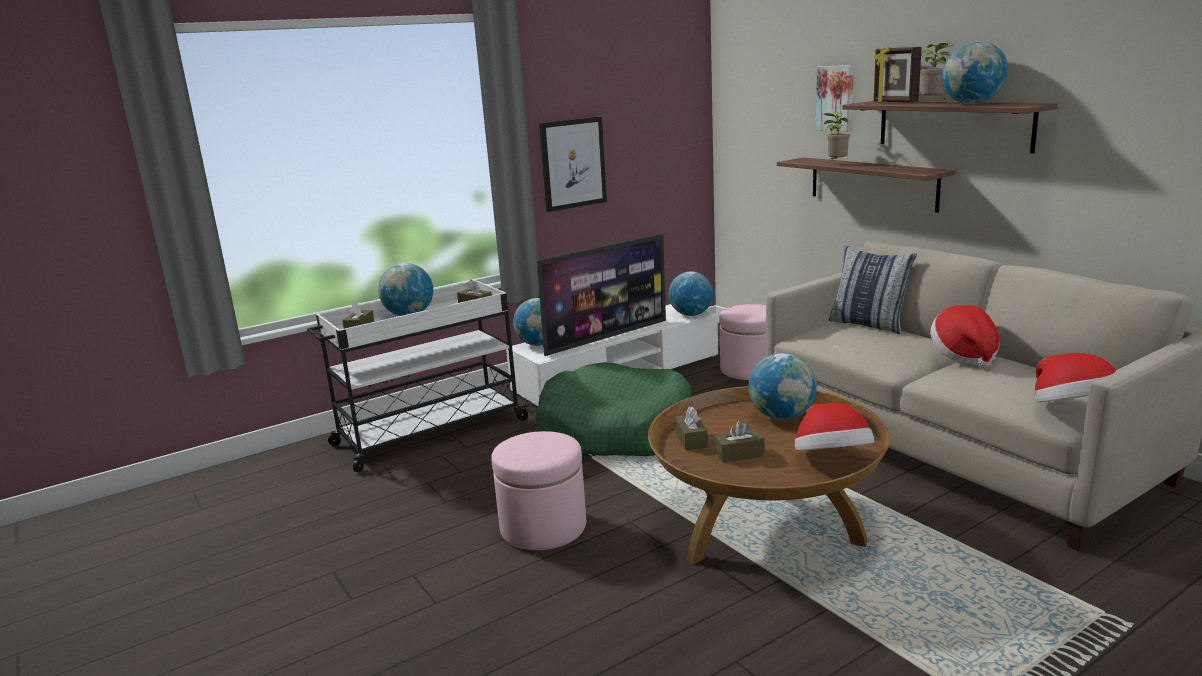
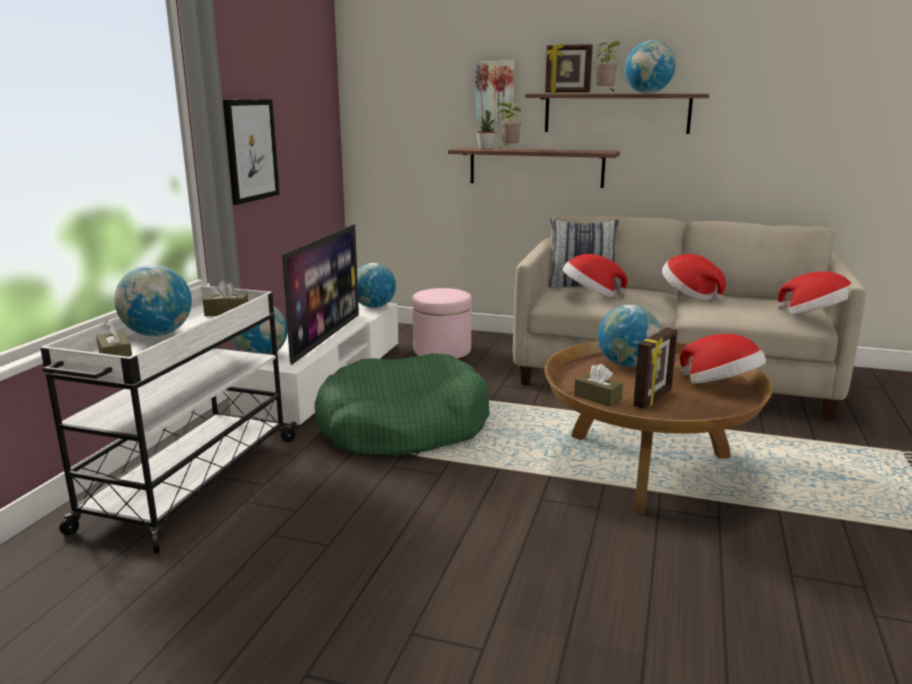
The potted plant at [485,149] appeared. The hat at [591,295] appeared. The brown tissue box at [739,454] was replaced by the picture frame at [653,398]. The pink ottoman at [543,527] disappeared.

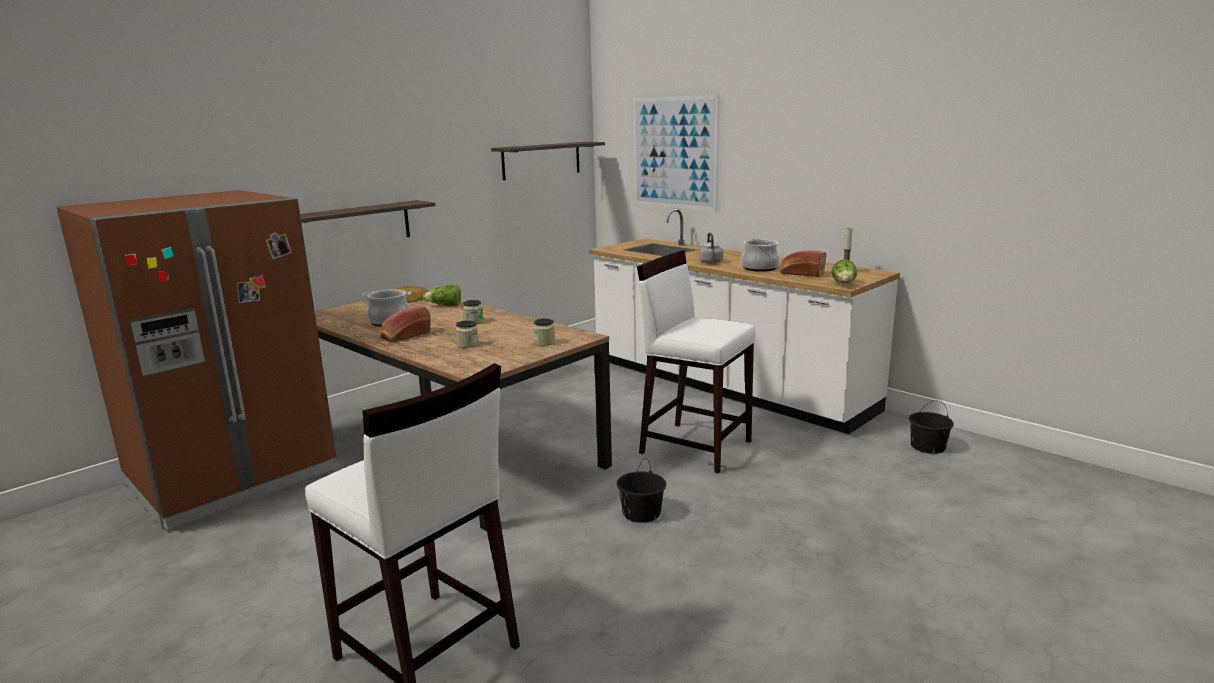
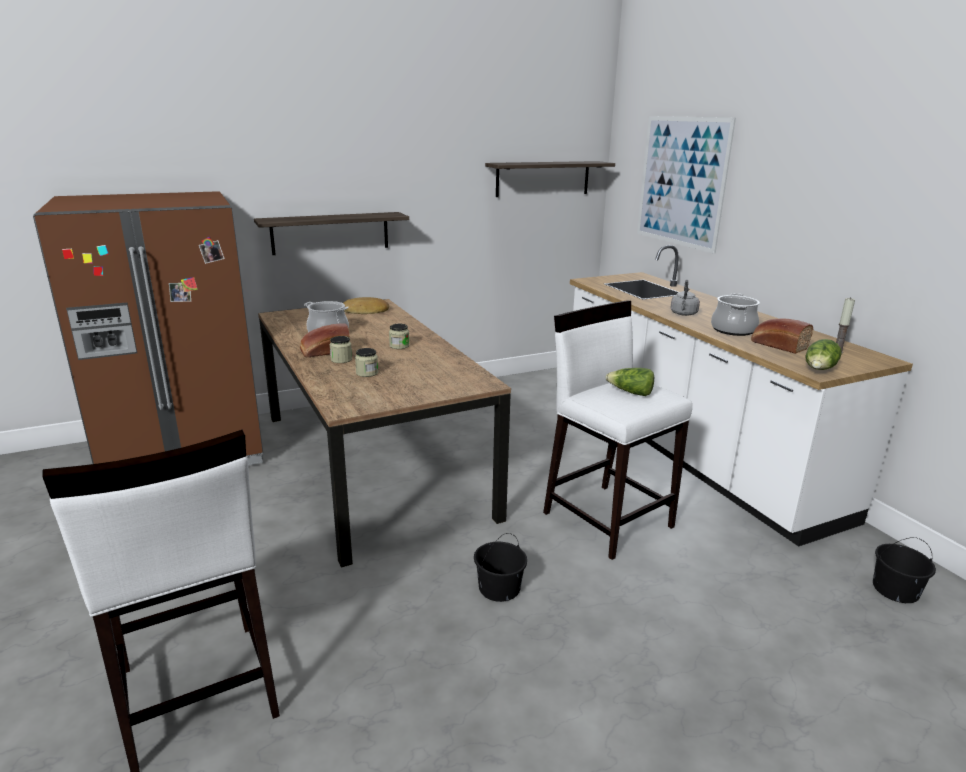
The jar moved from [544,342] to [341,360]. The lettuce moved from [445,306] to [631,393].

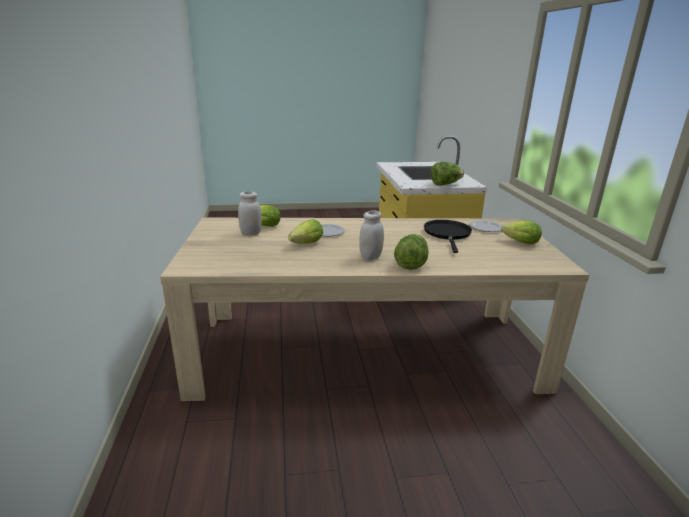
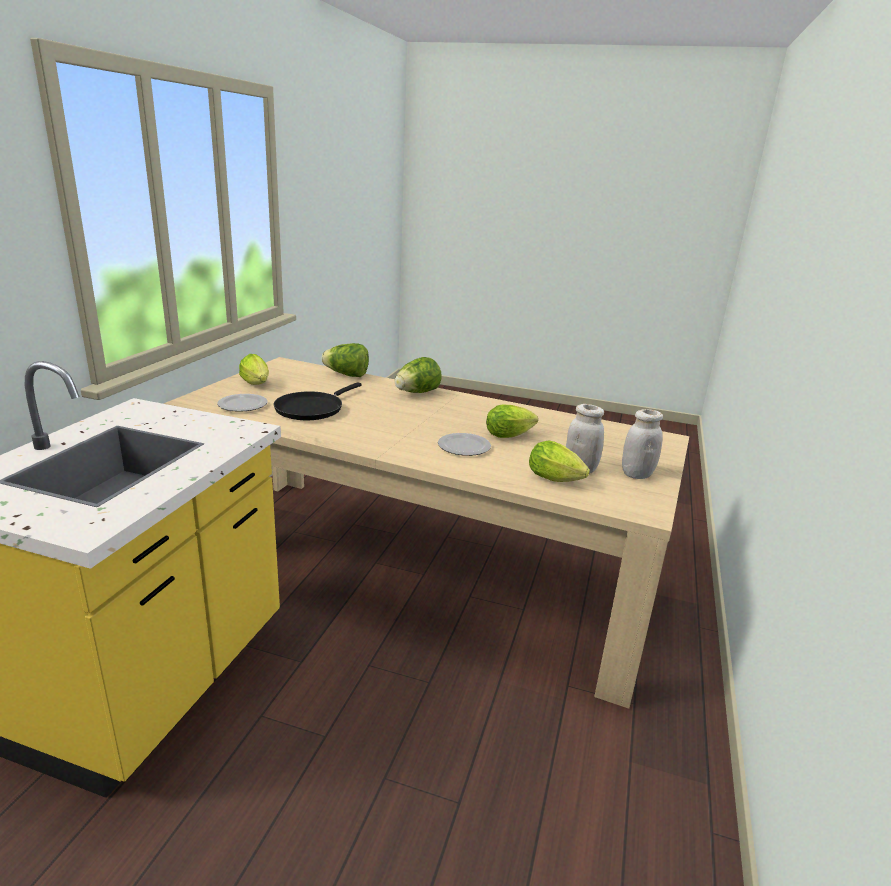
The lettuce moved from [445,184] to [347,375]. The white jar moved from [370,257] to [636,474].

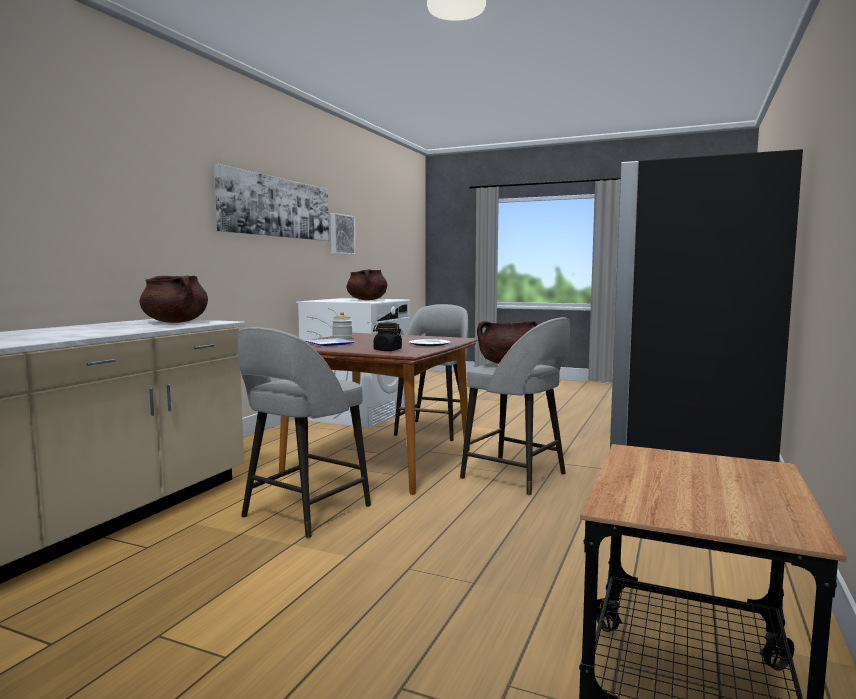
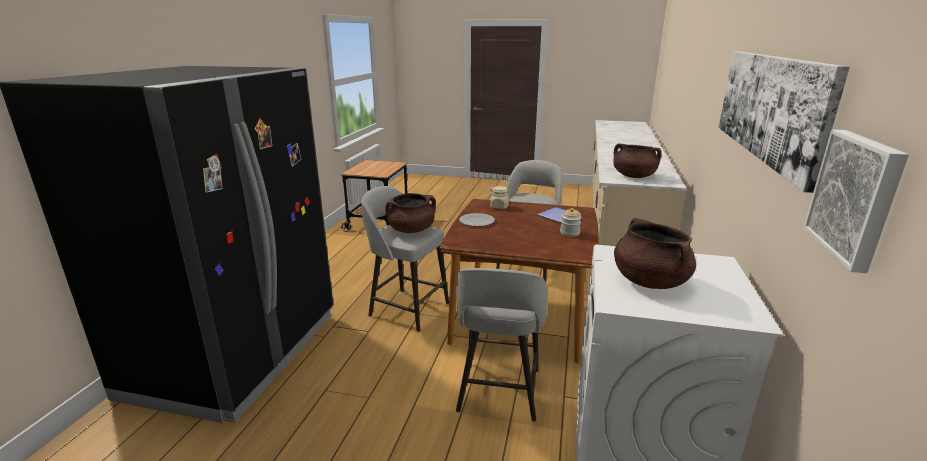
The black jar at [387,350] became the beige jar at [499,206].

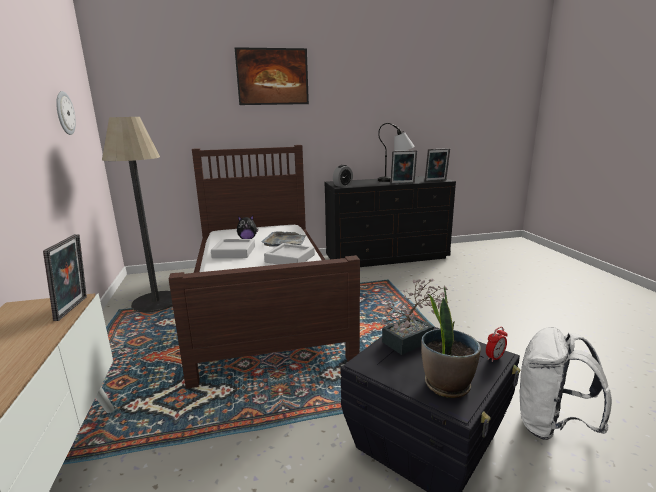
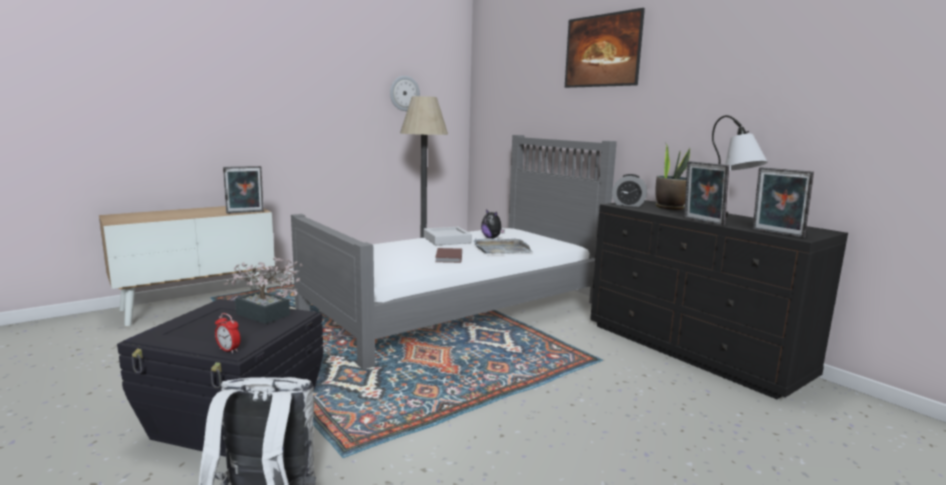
The brown bed at [264,303] became the grey bed at [457,308]. The grey tray at [290,258] was replaced by the brown book at [448,257]. The potted plant moved from [446,384] to [670,208].

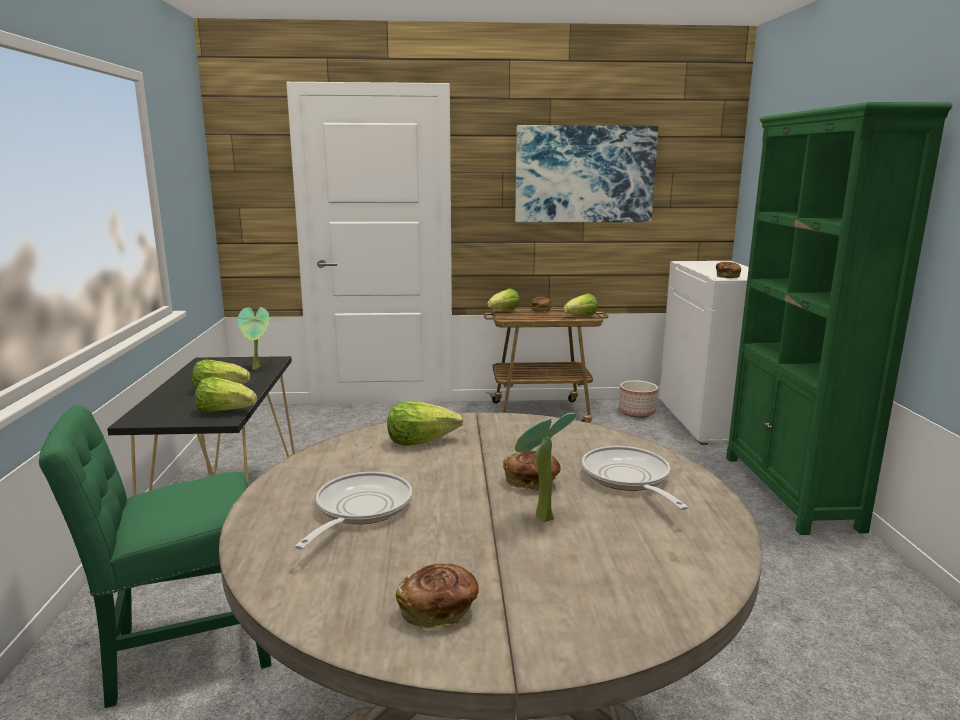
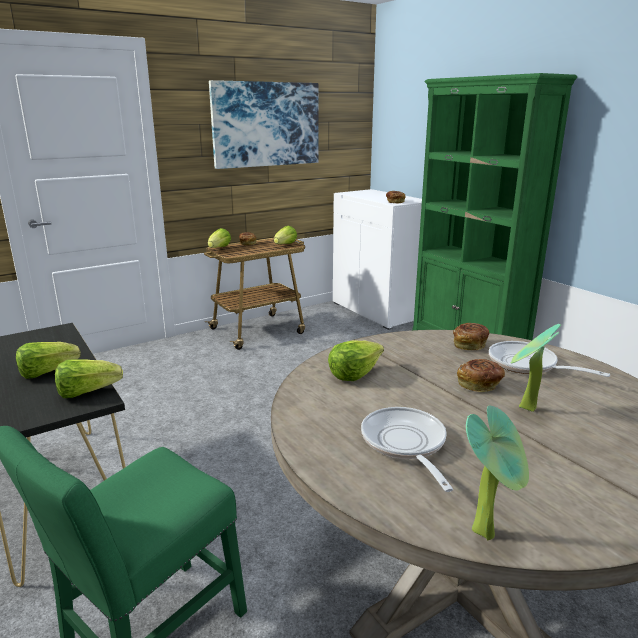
The bread moved from [439,611] to [470,345]. The potted plant moved from [257,368] to [488,532]. The planter at [637,412] disappeared.

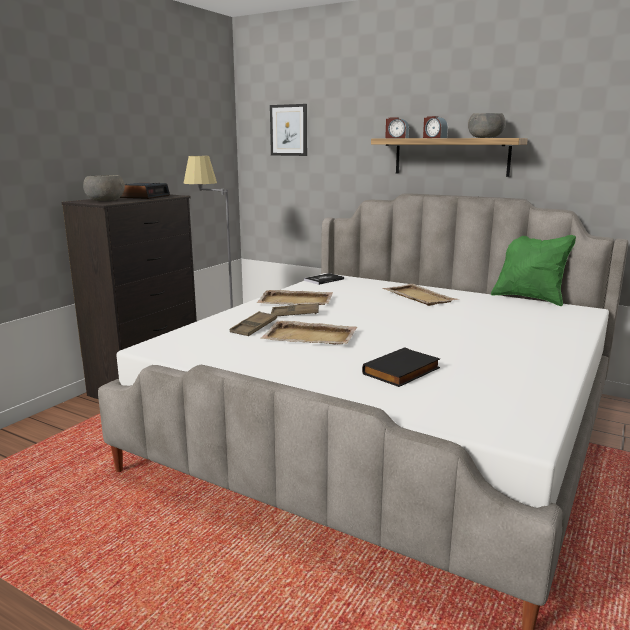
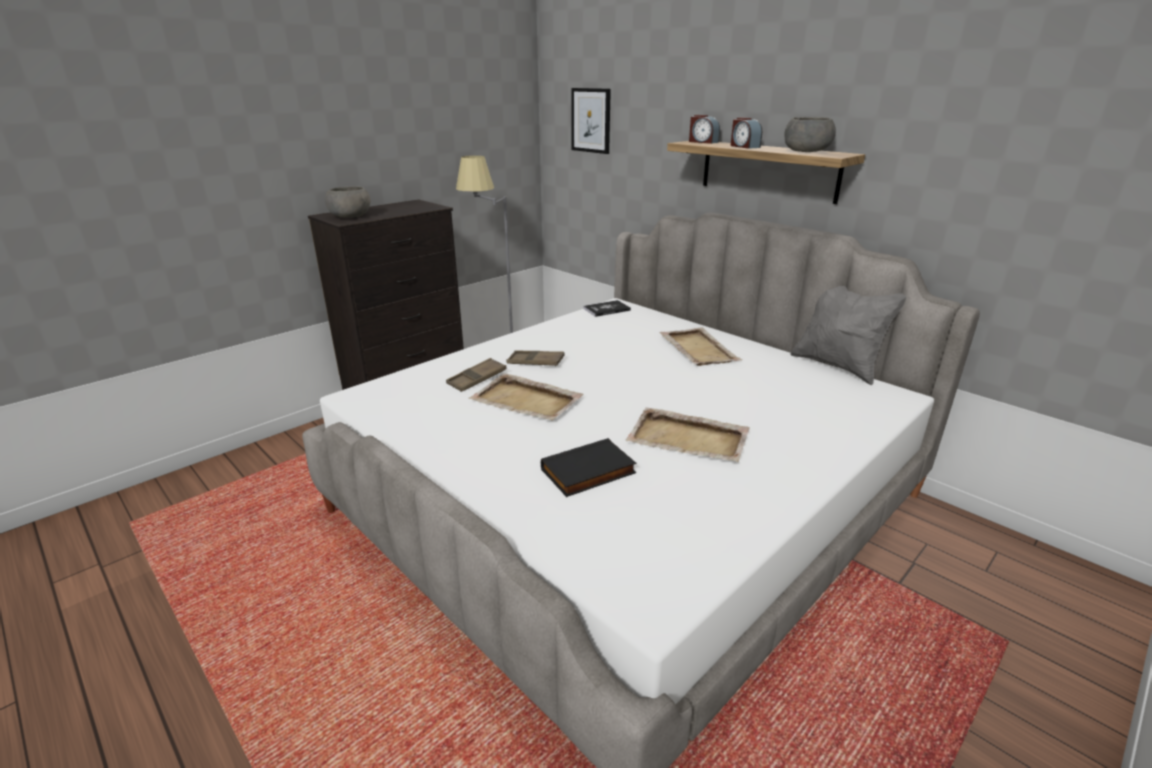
The beige tray moved from [296,301] to [689,439]. The green pillow at [529,298] became the grey pillow at [837,366]. The alarm clock at [144,196] disappeared.

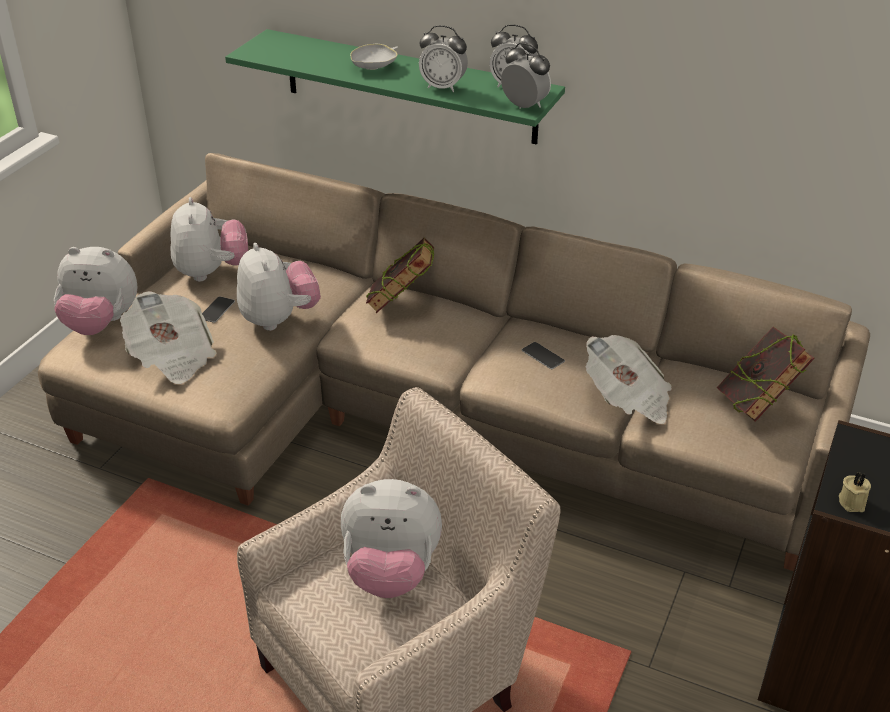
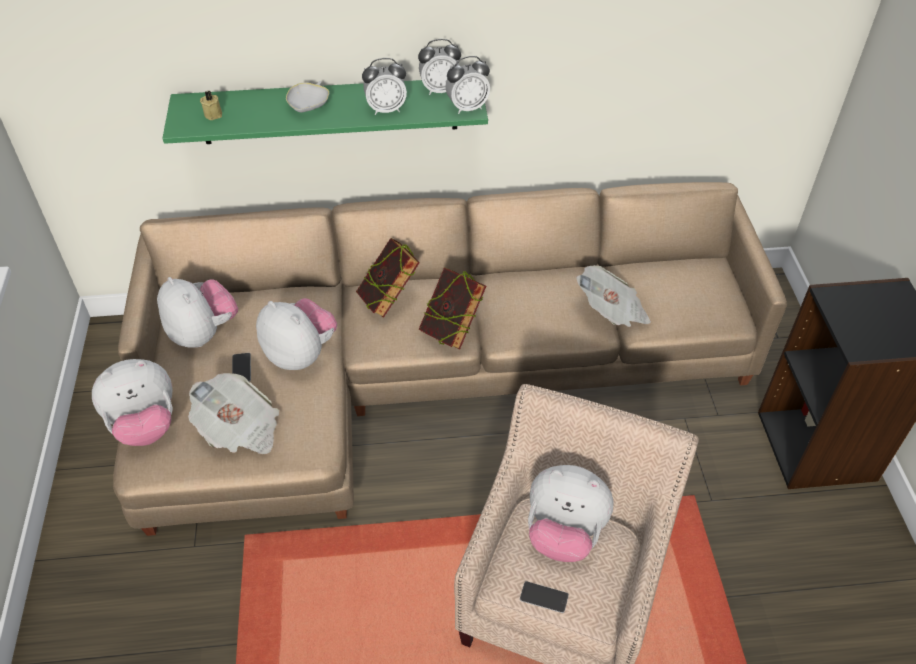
The beige candle moved from [853,502] to [214,114]. The book moved from [756,405] to [452,330]. The alarm clock at [524,106] turned 150 degrees clockwise. The phone moved from [543,356] to [544,597]. The plush toy at [391,572] turned 45 degrees clockwise.

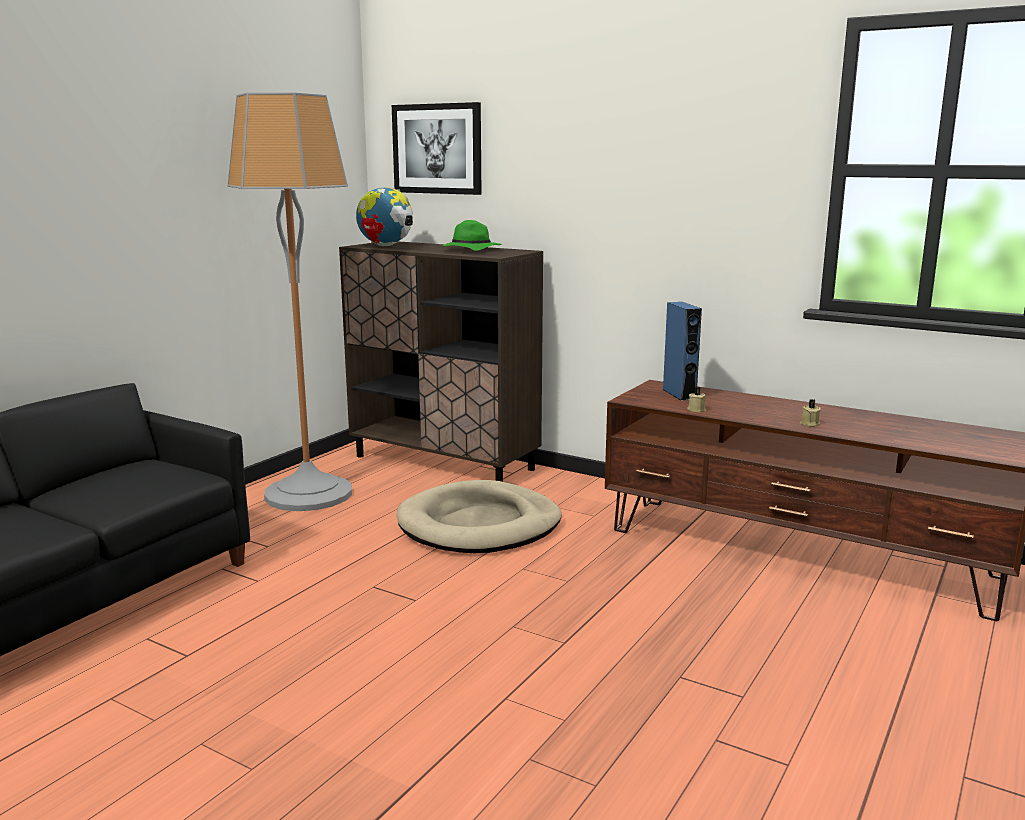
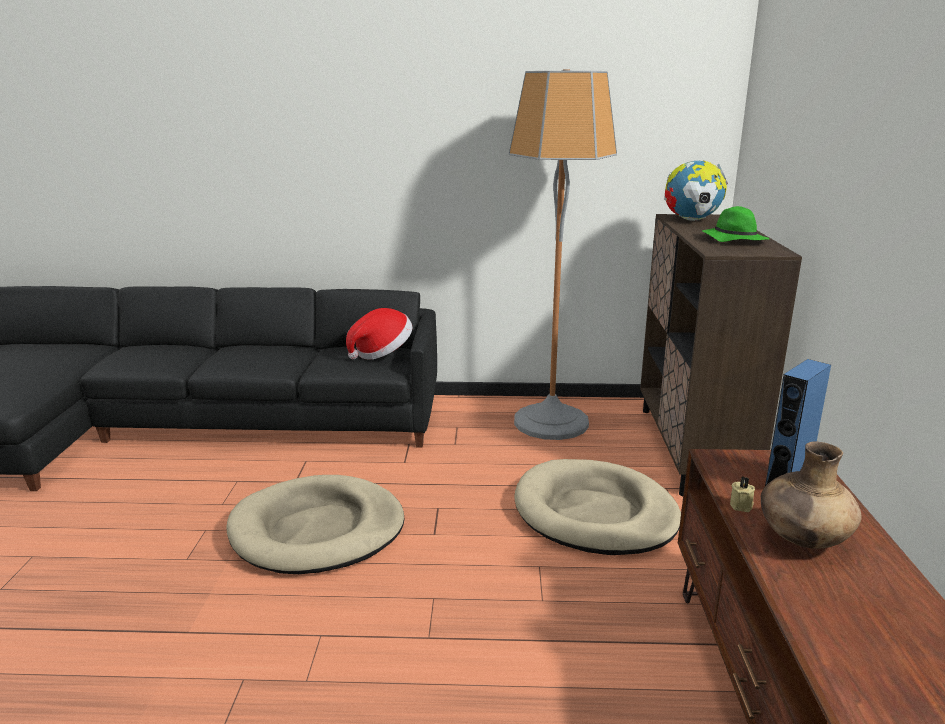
The beige dog bed at [317,530] appeared. The hat at [381,353] appeared. The brown vase at [802,539] appeared. The picture at [437,149] disappeared. The beige candle at [809,424] disappeared.

